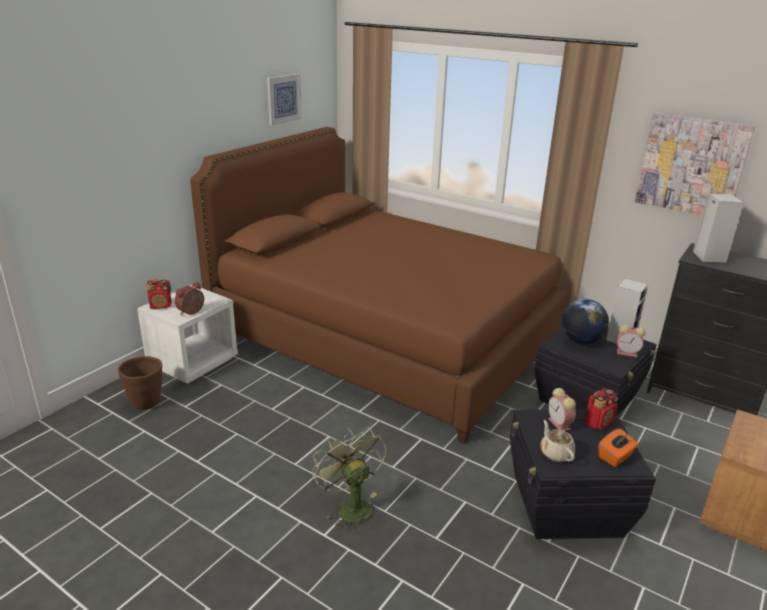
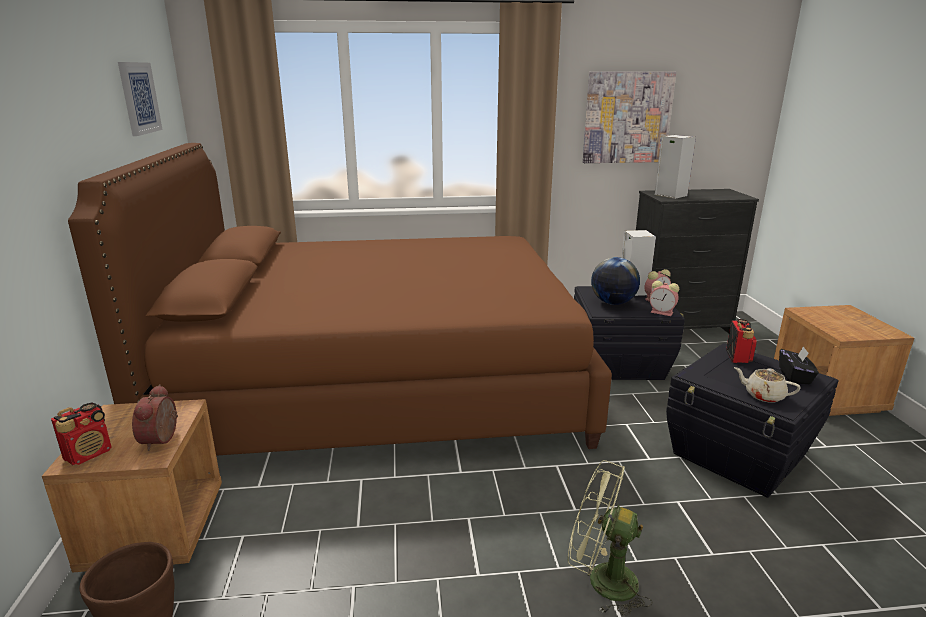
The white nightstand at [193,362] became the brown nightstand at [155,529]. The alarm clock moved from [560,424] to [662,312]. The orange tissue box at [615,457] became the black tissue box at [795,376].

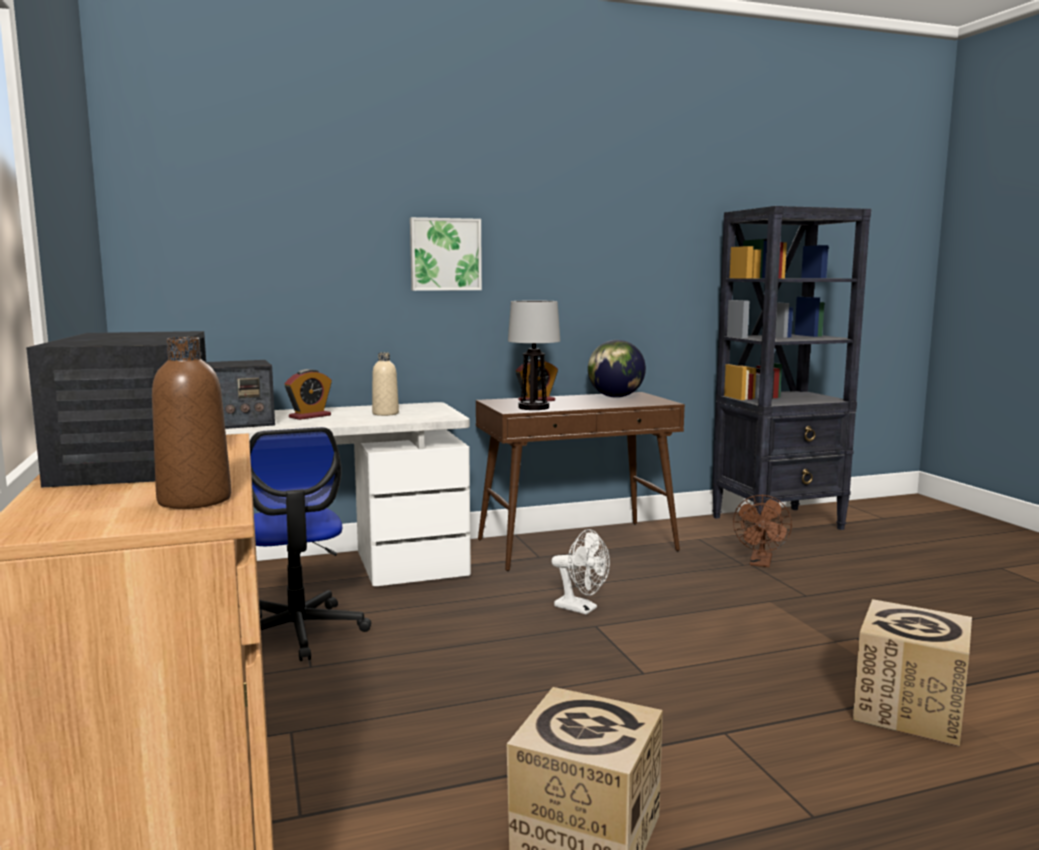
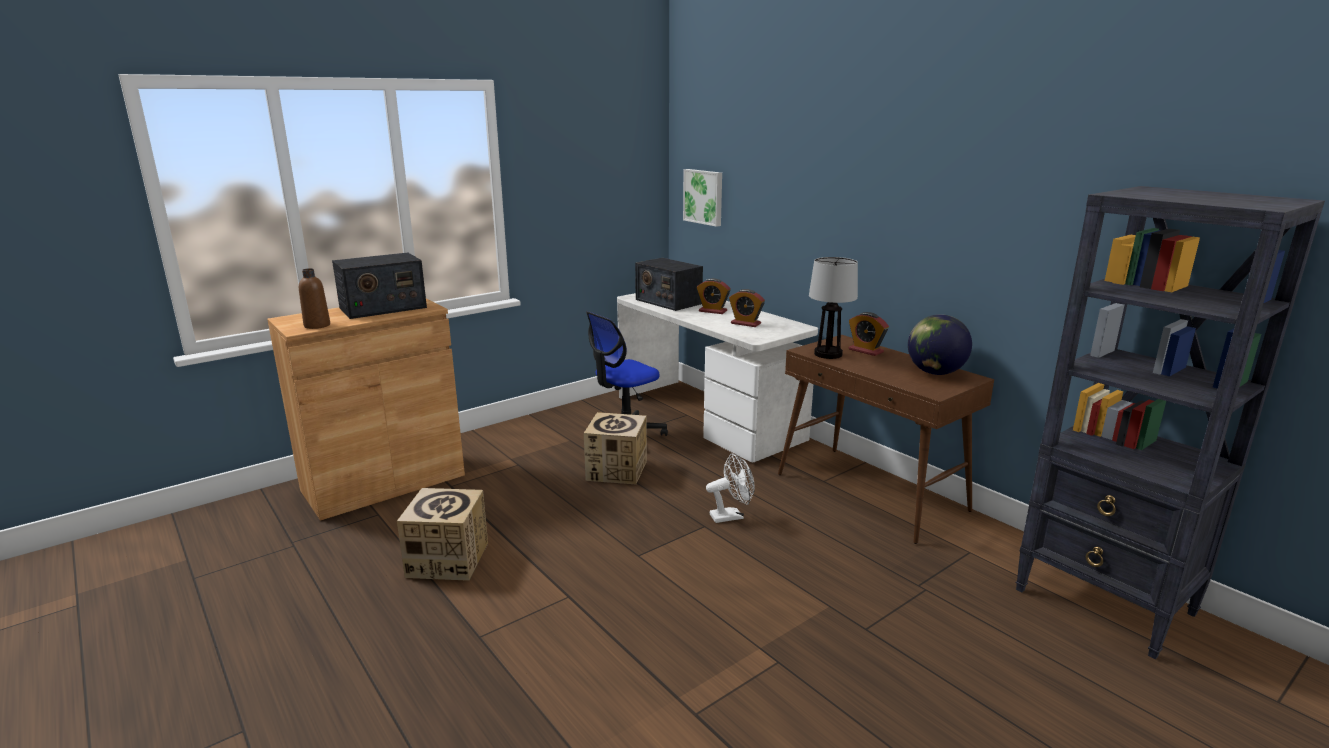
The cardboard box moved from [909,711] to [617,470]. The picture moved from [445,254] to [704,197]. The white fan at [581,609] turned 120 degrees counterclockwise. The beige bottle at [385,413] was replaced by the alarm clock at [745,323]. The brown fan at [761,563] disappeared.

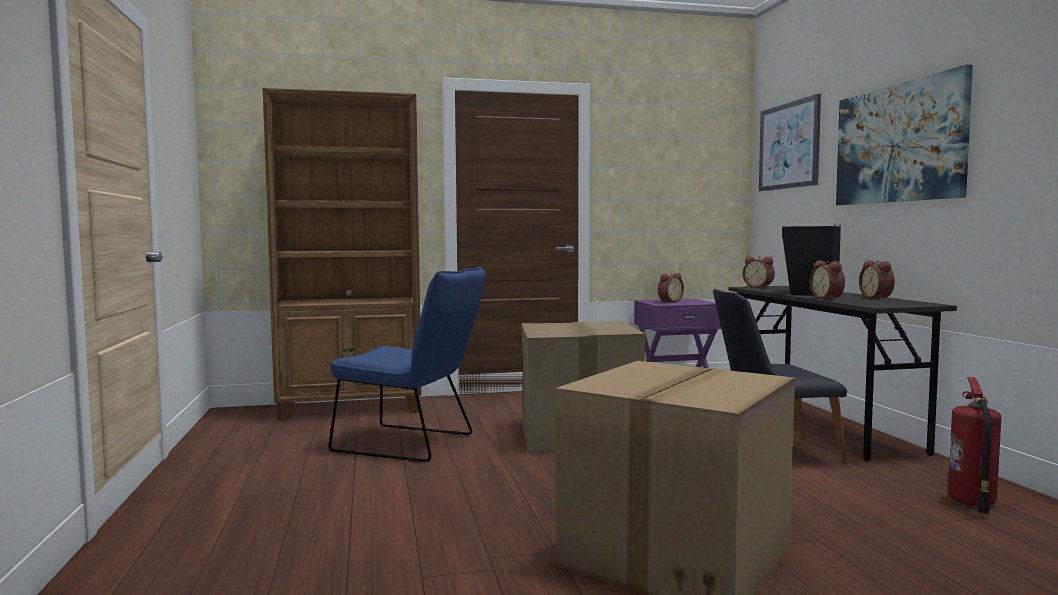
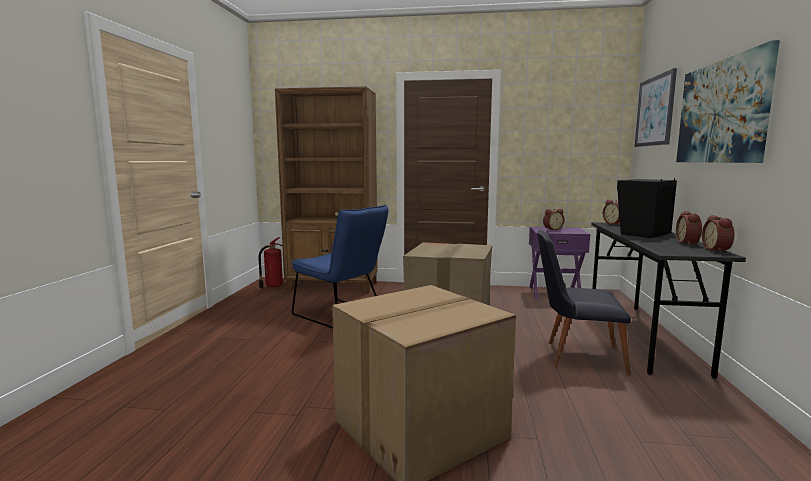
The fire extinguisher moved from [972,503] to [273,286]. The alarm clock moved from [828,298] to [718,250].

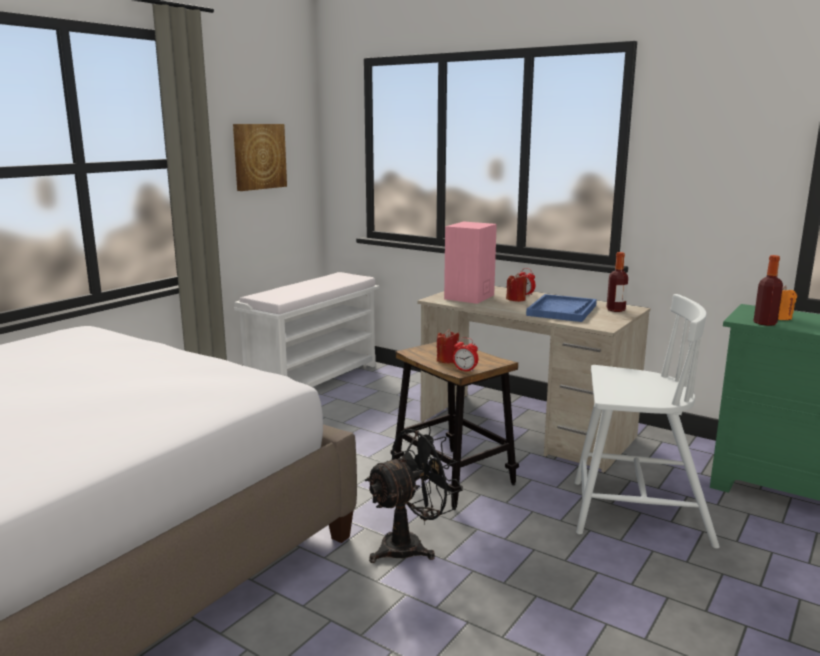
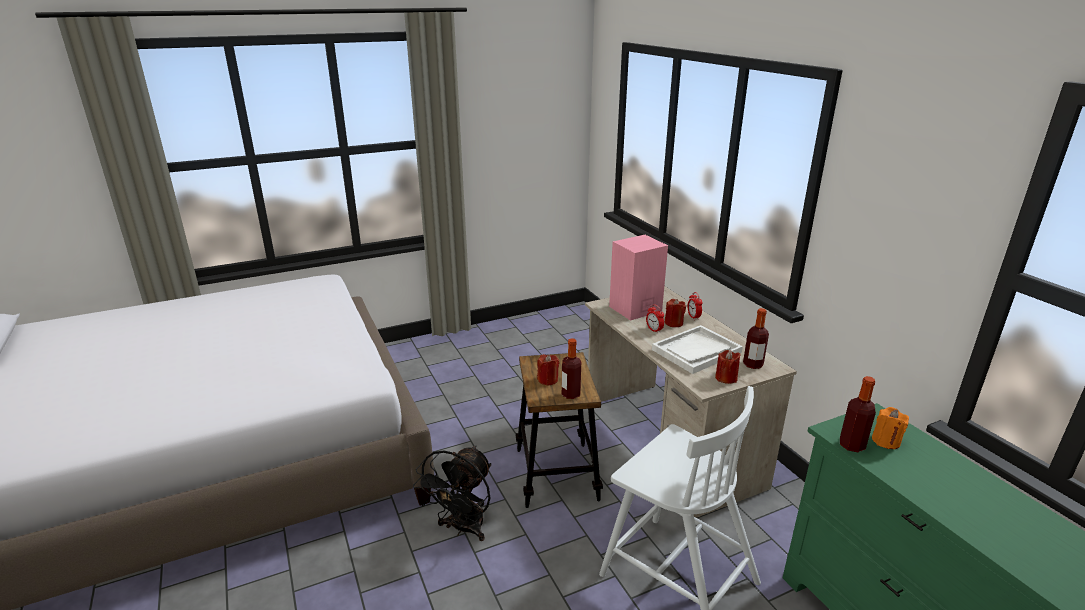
The black fan at [410,545] turned 120 degrees clockwise. The bottle at [571,394] appeared. The alarm clock moved from [465,370] to [654,330]. The blue tray at [562,310] became the white tray at [696,351]. The red candle at [726,378] appeared. The picture at [259,156] disappeared. The white bench at [314,379] disappeared.

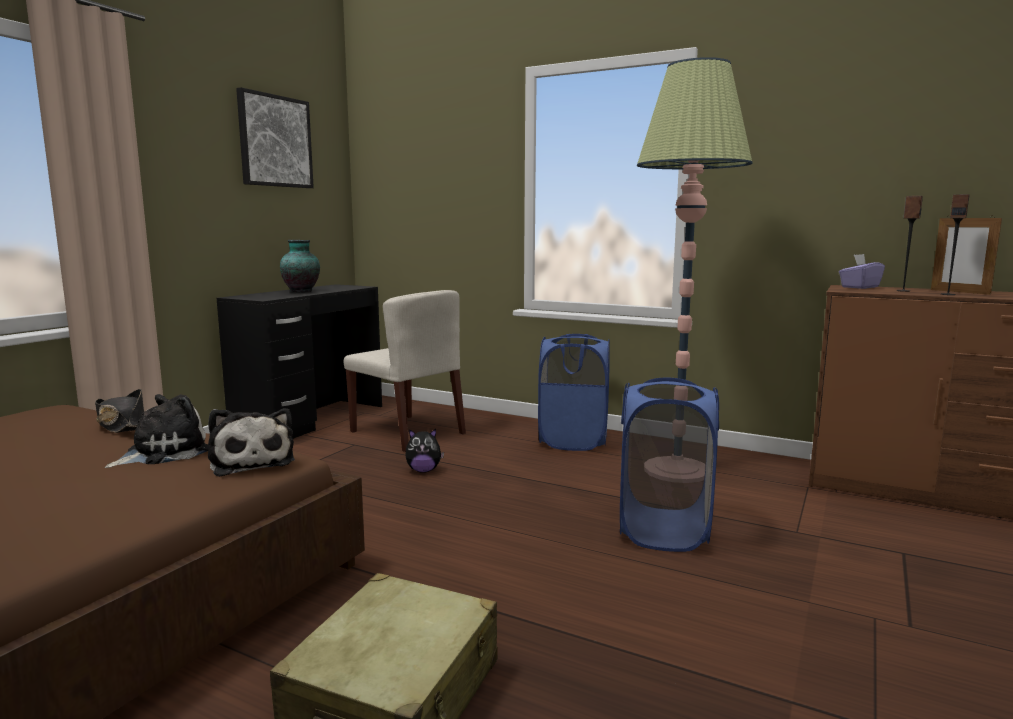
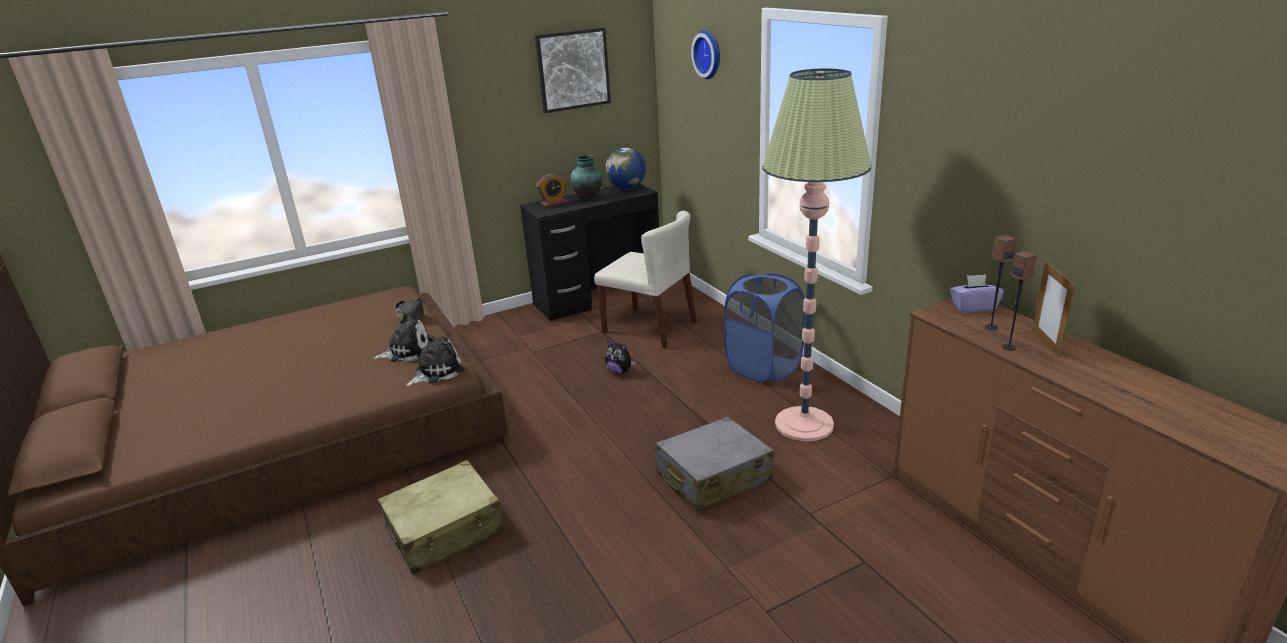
The plush toy at [251,461] turned 135 degrees counterclockwise. The alarm clock at [553,203] appeared. The beige chair at [408,432] turned 45 degrees counterclockwise. The globe at [627,188] appeared. The blue laundry basket at [664,530] was replaced by the grey suitcase at [713,477]. The wall clock at [709,54] appeared.

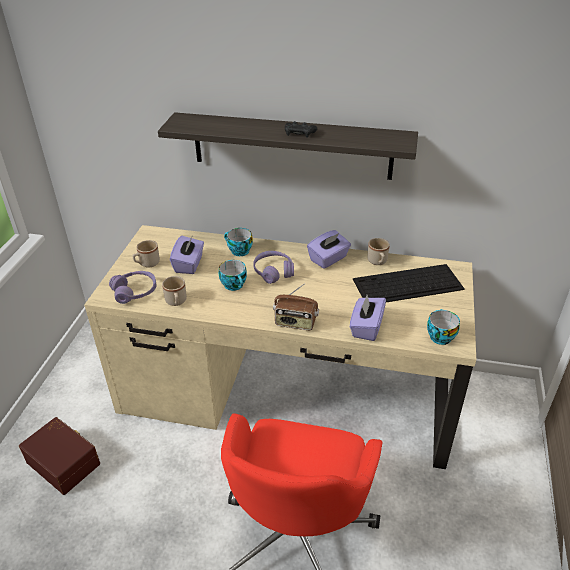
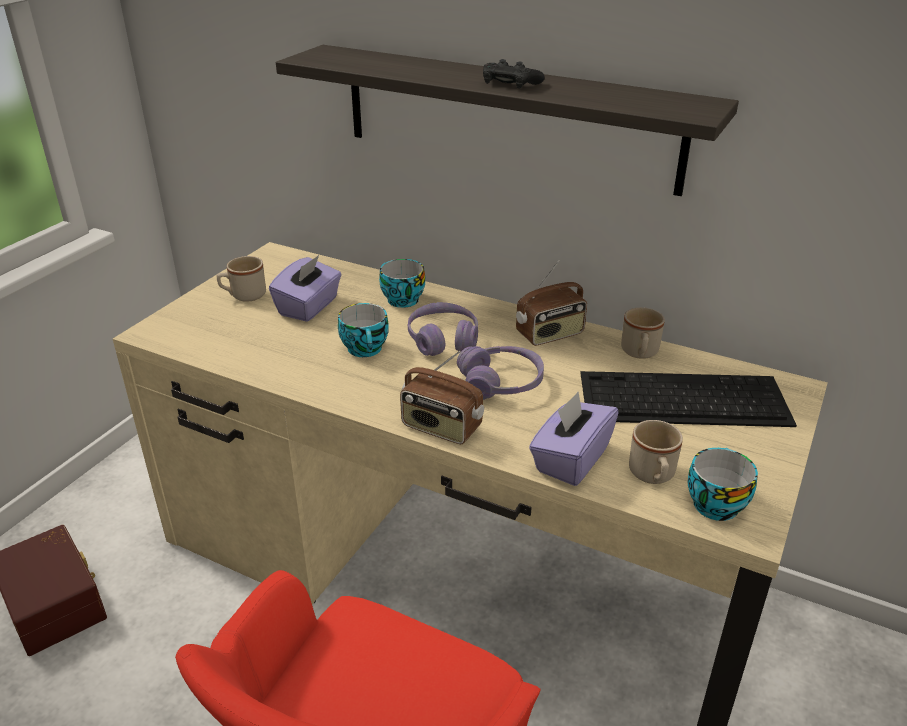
The purple headphones moved from [135,292] to [501,383]. The purple tissue box at [328,259] was replaced by the radio at [550,335]. The beige mug moved from [176,302] to [652,476].

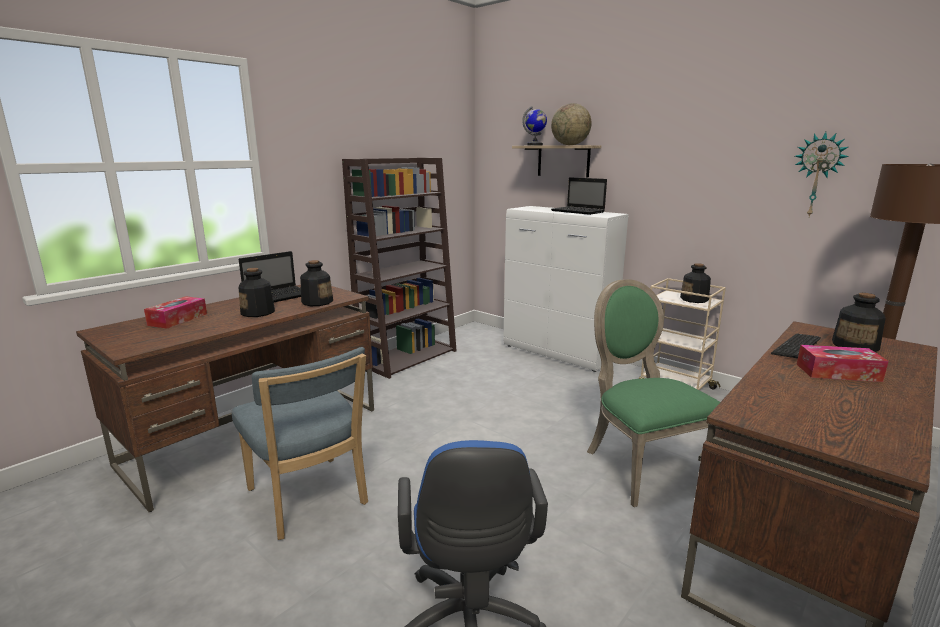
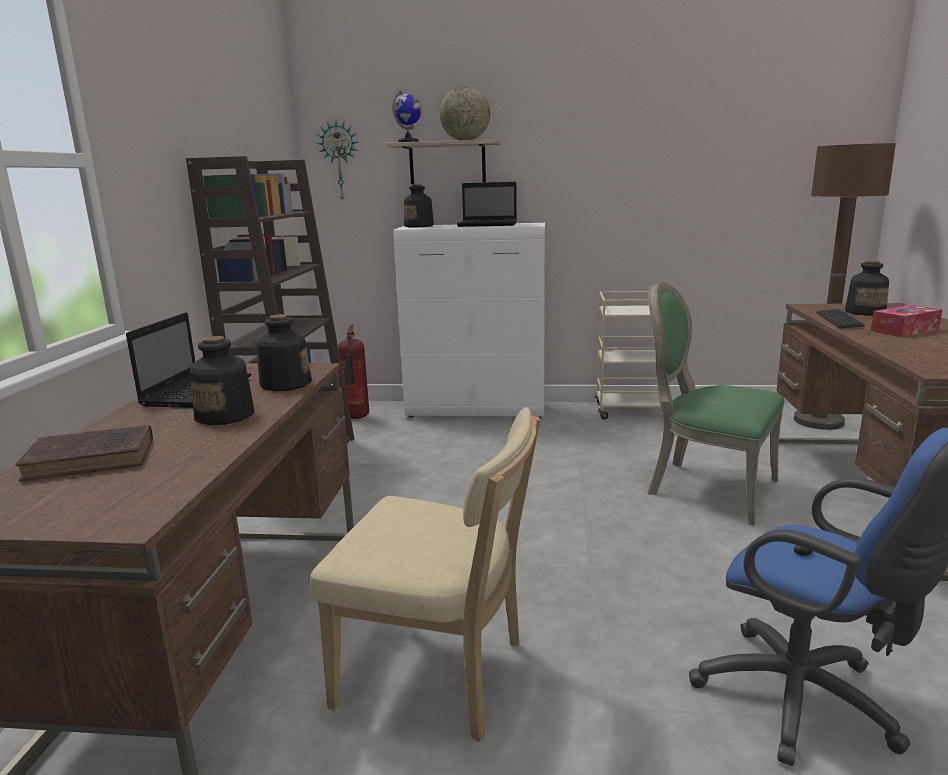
The tissue box at [178,319] was replaced by the brown book at [94,459]. The blue chair at [309,500] became the beige chair at [439,676]. The wall clock moved from [817,175] to [340,161]. The fire extinguisher at [357,418] appeared. The bottle moved from [694,299] to [419,226].

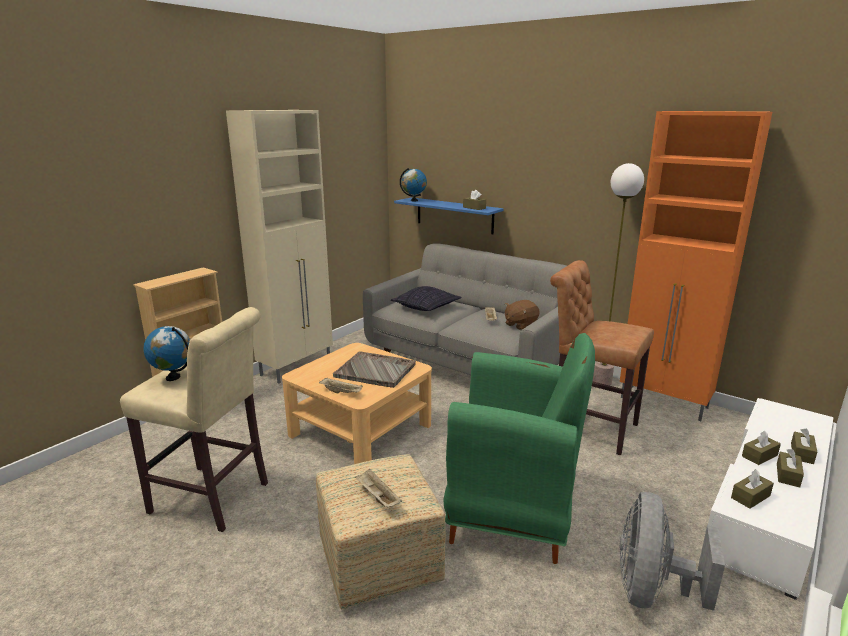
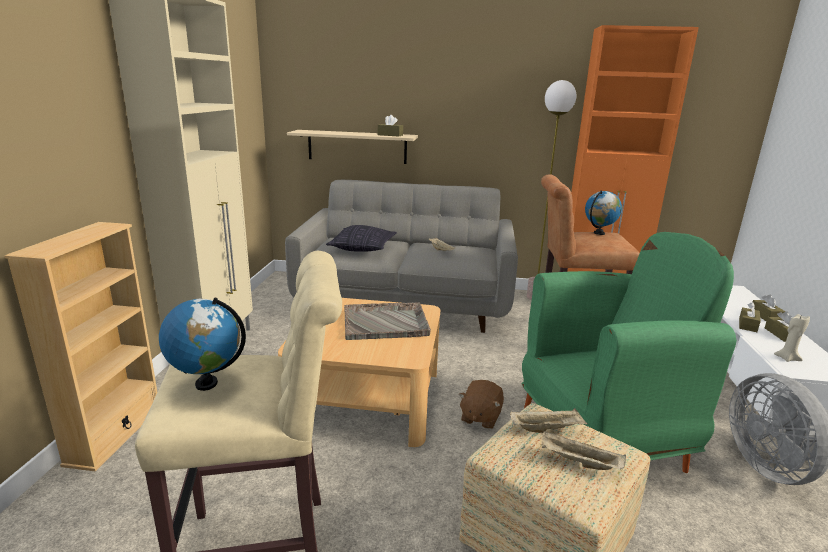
The blue shelf at [454,215] became the beige shelf at [357,147]. The brown plush toy moved from [520,325] to [480,417]. The beige tray moved from [342,392] to [546,429]. The globe moved from [414,200] to [599,233]. The brown tissue box at [750,497] was replaced by the beige candle at [787,358].

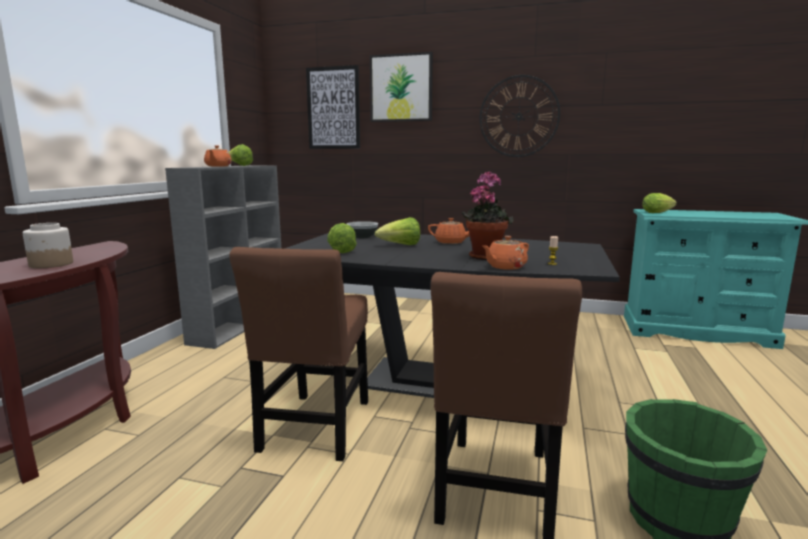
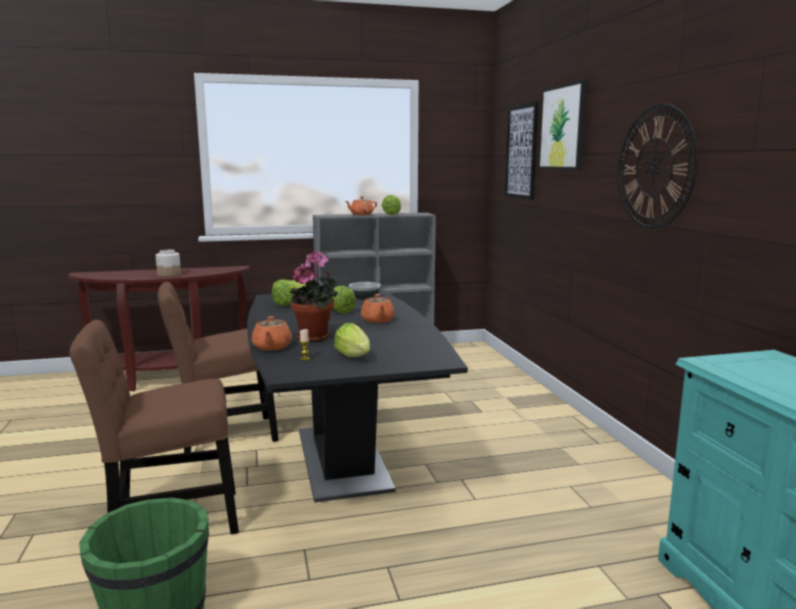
The orange teapot at [505,267] turned 120 degrees counterclockwise. The lettuce moved from [658,213] to [355,357].

